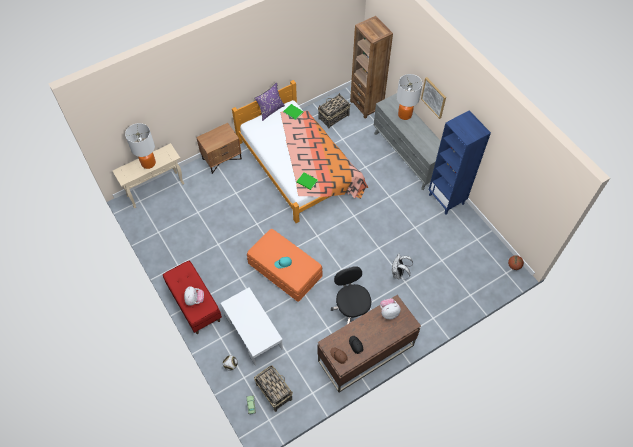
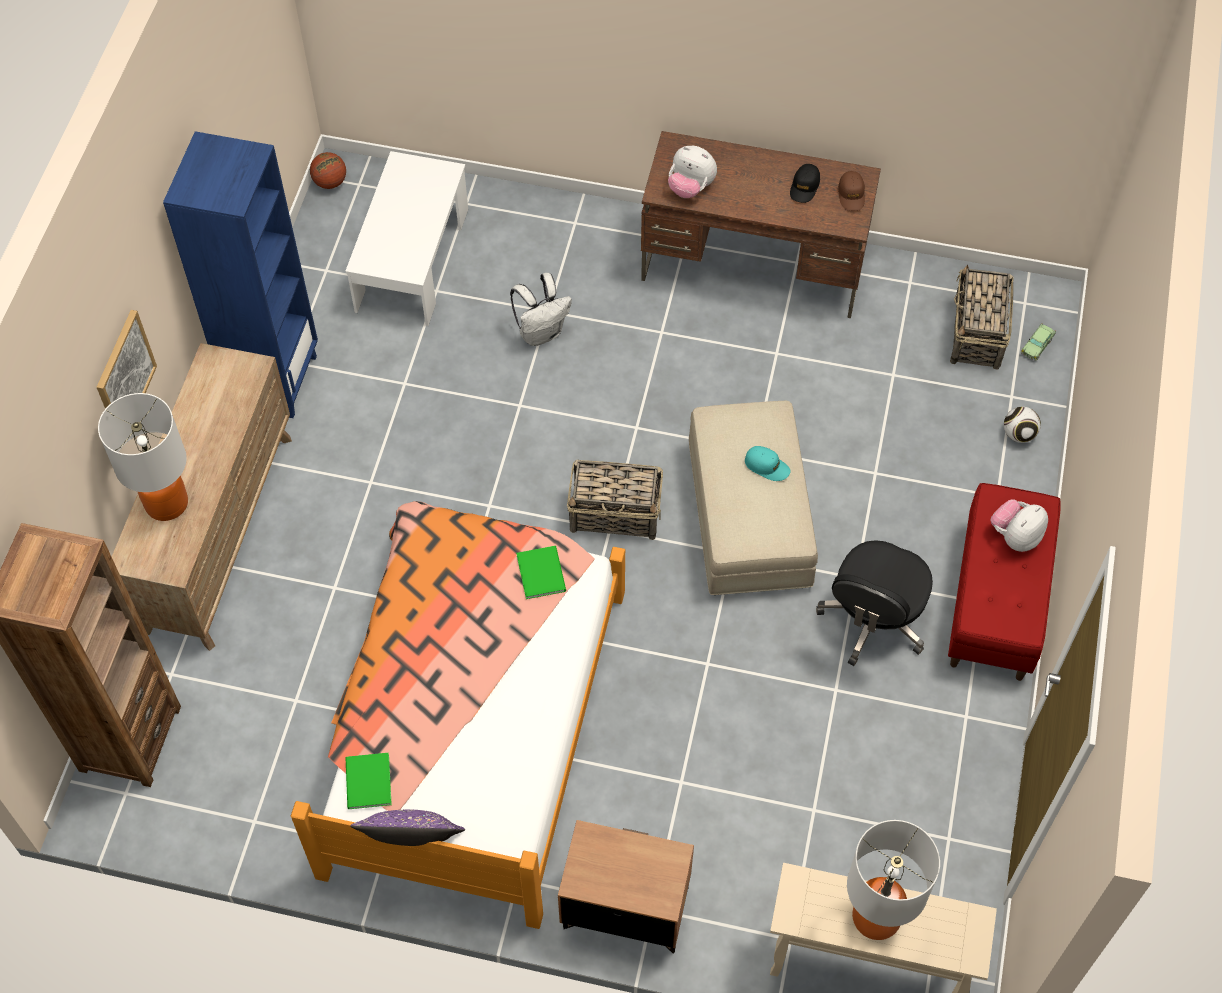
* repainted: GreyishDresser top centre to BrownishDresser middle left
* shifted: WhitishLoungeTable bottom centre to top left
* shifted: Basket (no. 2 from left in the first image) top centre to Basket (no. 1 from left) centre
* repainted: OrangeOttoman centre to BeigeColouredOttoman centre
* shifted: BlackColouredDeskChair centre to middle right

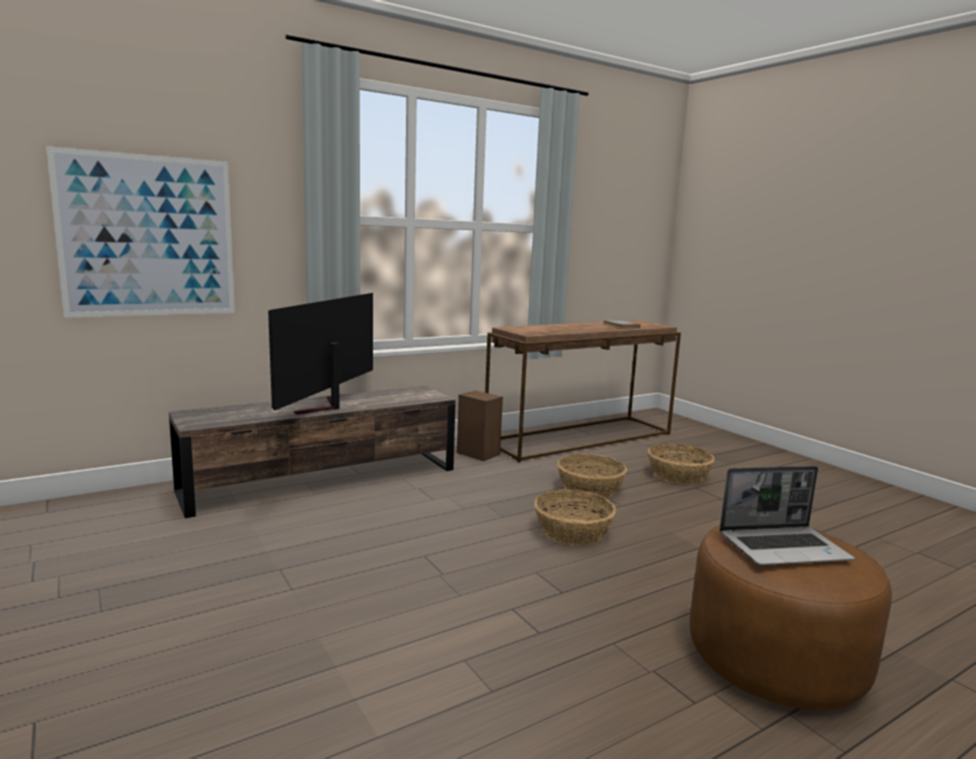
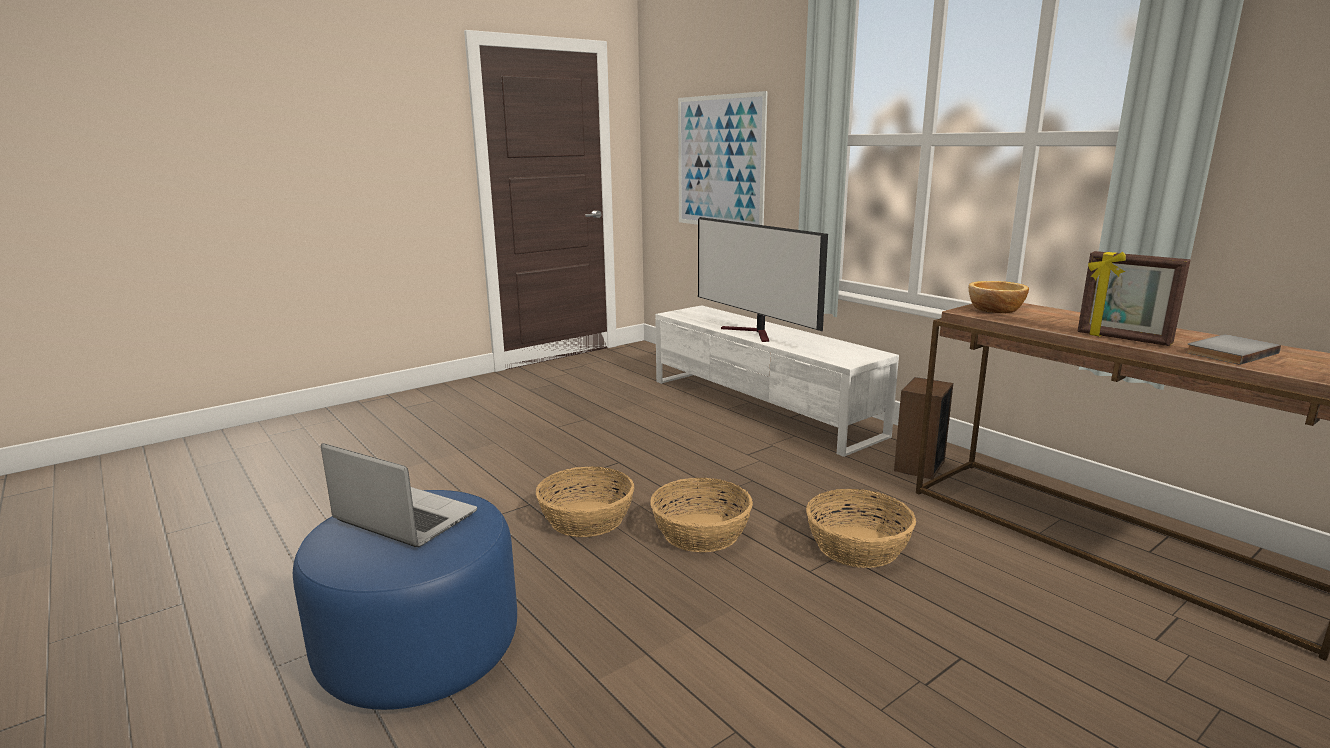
* repainted: BrownishOttoman bottom right to BlueOttoman bottom left
* rotated: NotebookComputer bottom right = middle left 135 degrees clockwise
* shifted: Basket (no. 3 from left in the first image) middle right to Basket (no. 1 from left) bottom centre
* repainted: BrownishTvUnit middle left to WhitishTvUnit centre
* rotated: Television middle left = centre 135 degrees counterclockwise
* new: Bowl middle right
* new: PhotoFrame middle right

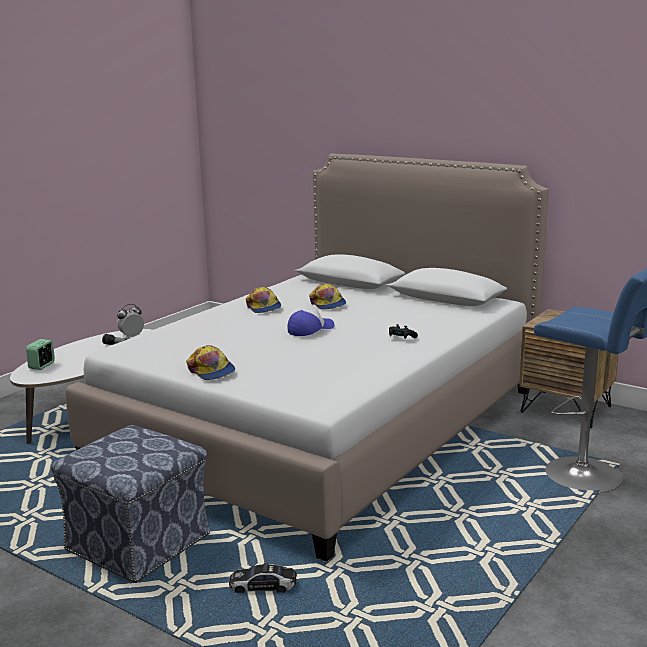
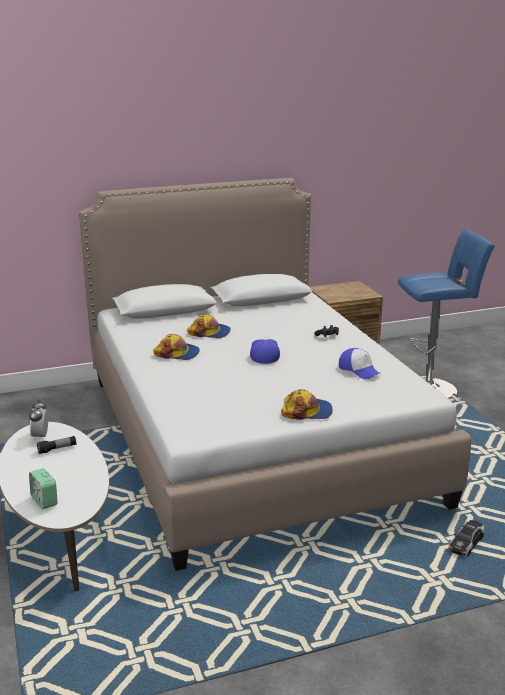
* new: BaseballCap (no. 5 from left) middle right
* gone: Ottoman bottom left

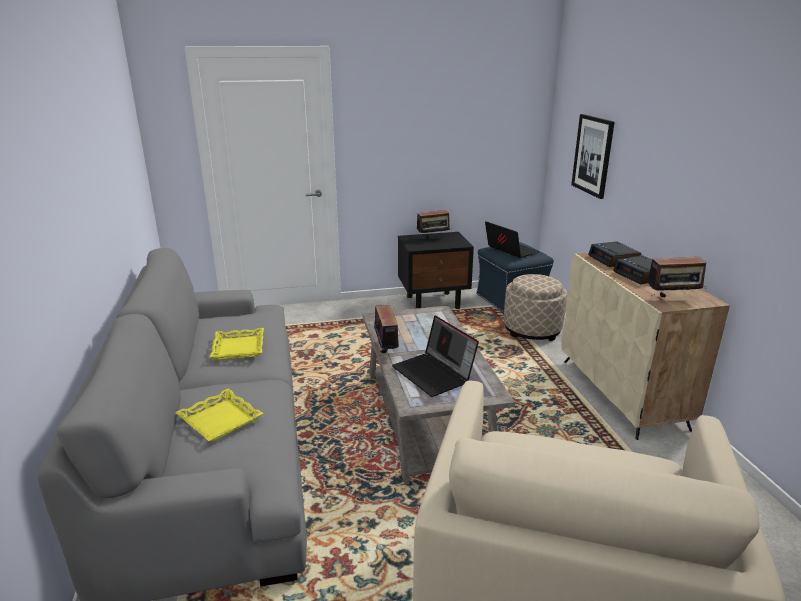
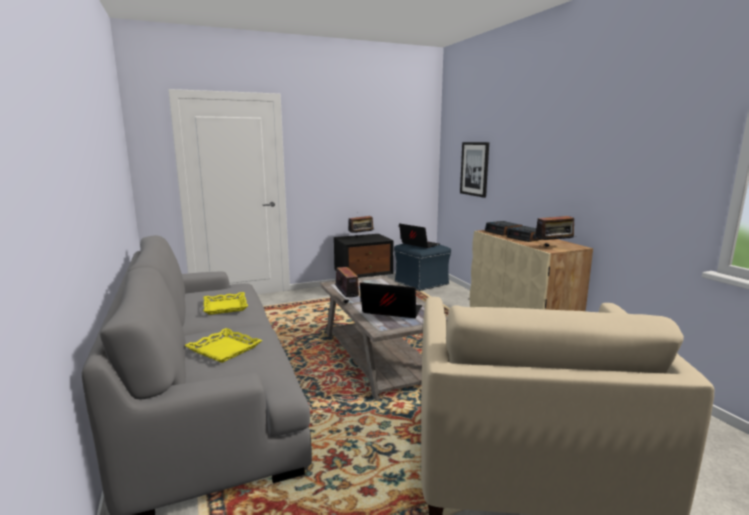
* rotated: NotebookComputer (no. 1 from left) centre = centre 150 degrees clockwise
* gone: BeigeColouredOttoman middle right

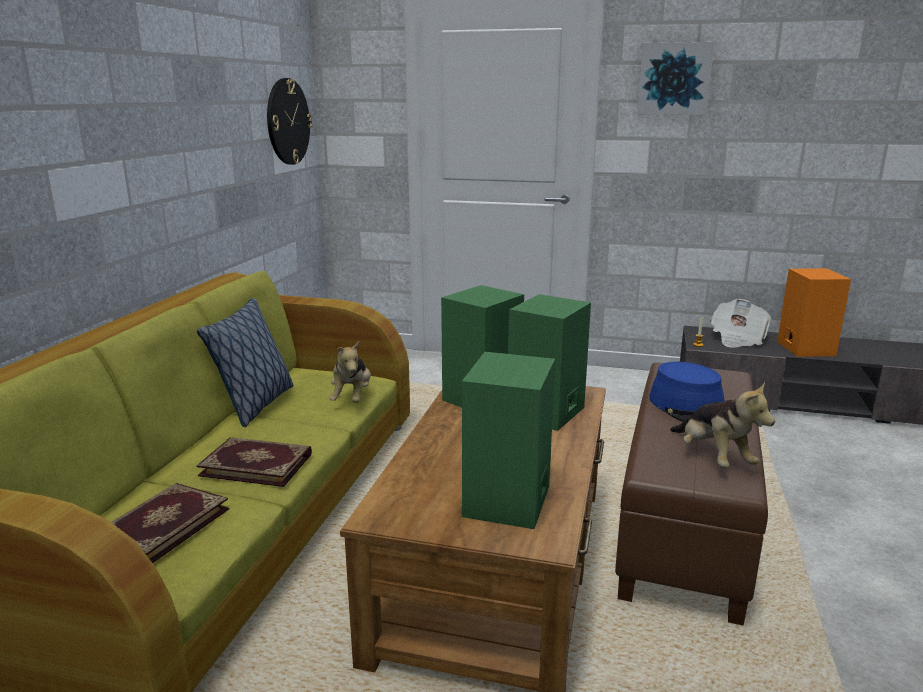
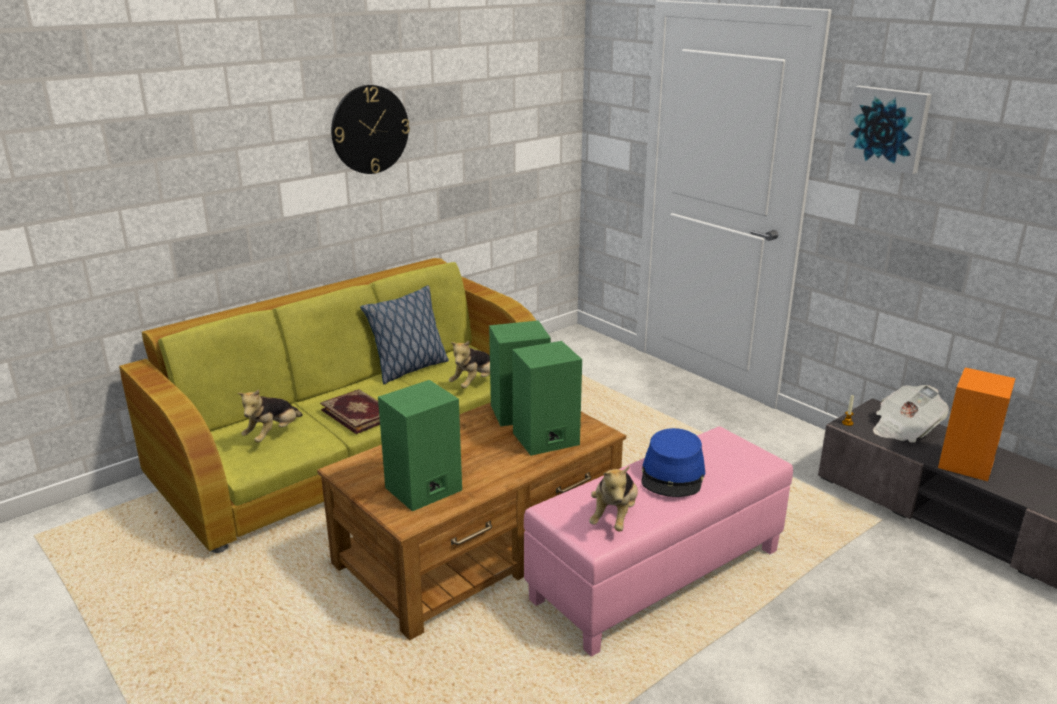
* swapped: BoundBook (no. 1 from left) bottom left to PlushToy (no. 1 from left) middle left
* shifted: HangingClock top left to top centre
* repainted: BrownishOttoman bottom right to PinkColouredOttoman bottom centre

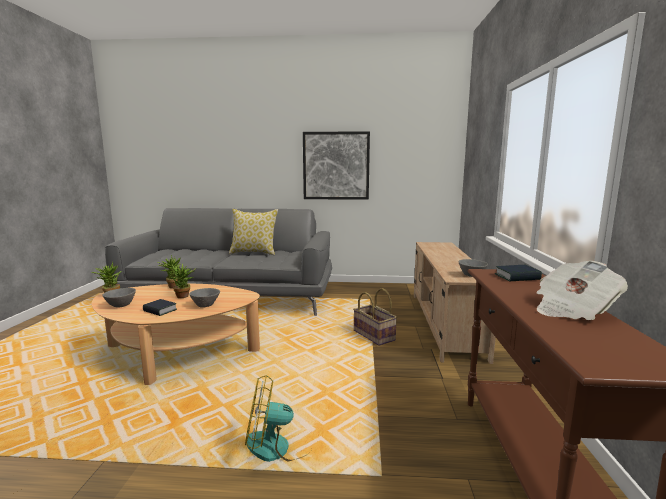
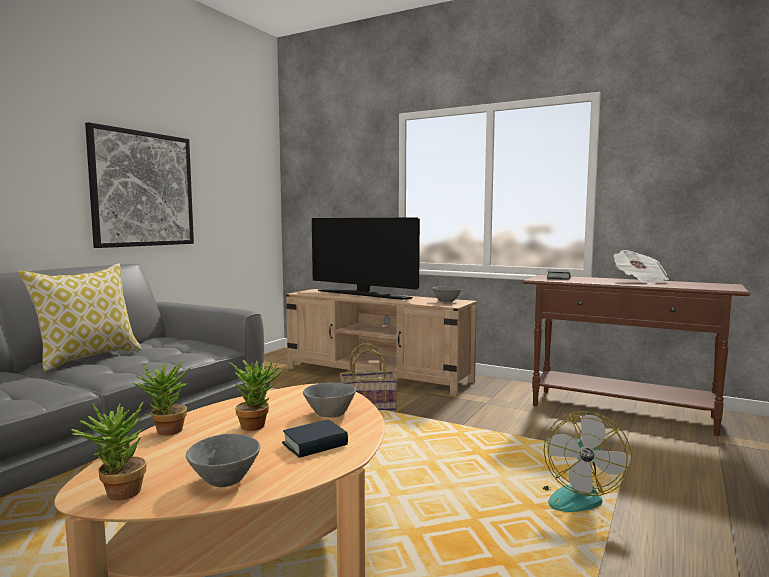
* new: Television centre

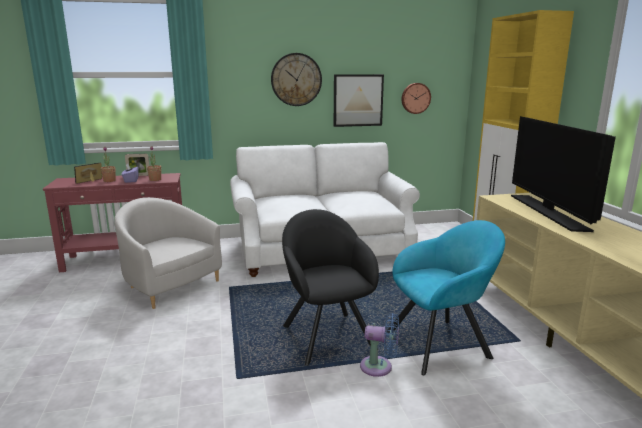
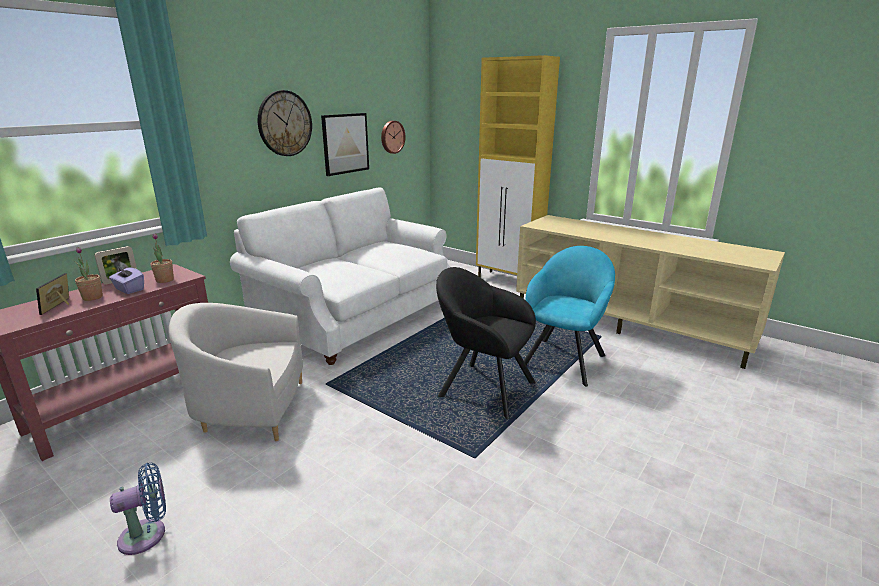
* shifted: BlueElectricFan bottom centre to bottom left
* gone: Television middle right

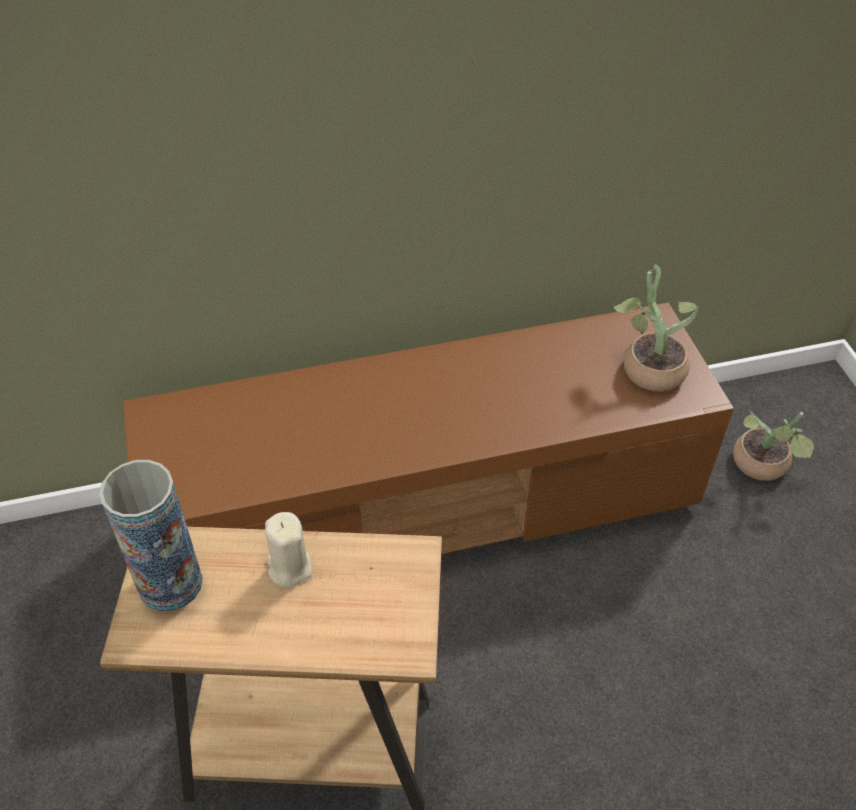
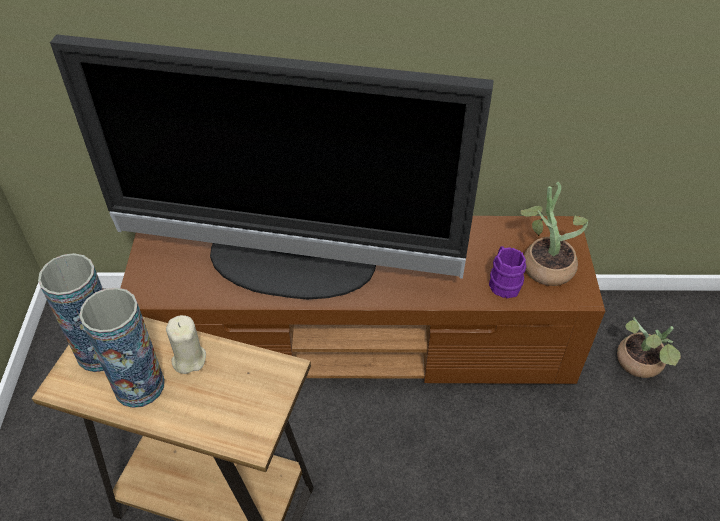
* new: Television top centre
* new: FlowerVase (no. 2 from left) bottom left
* new: PurplishTeaMug middle right

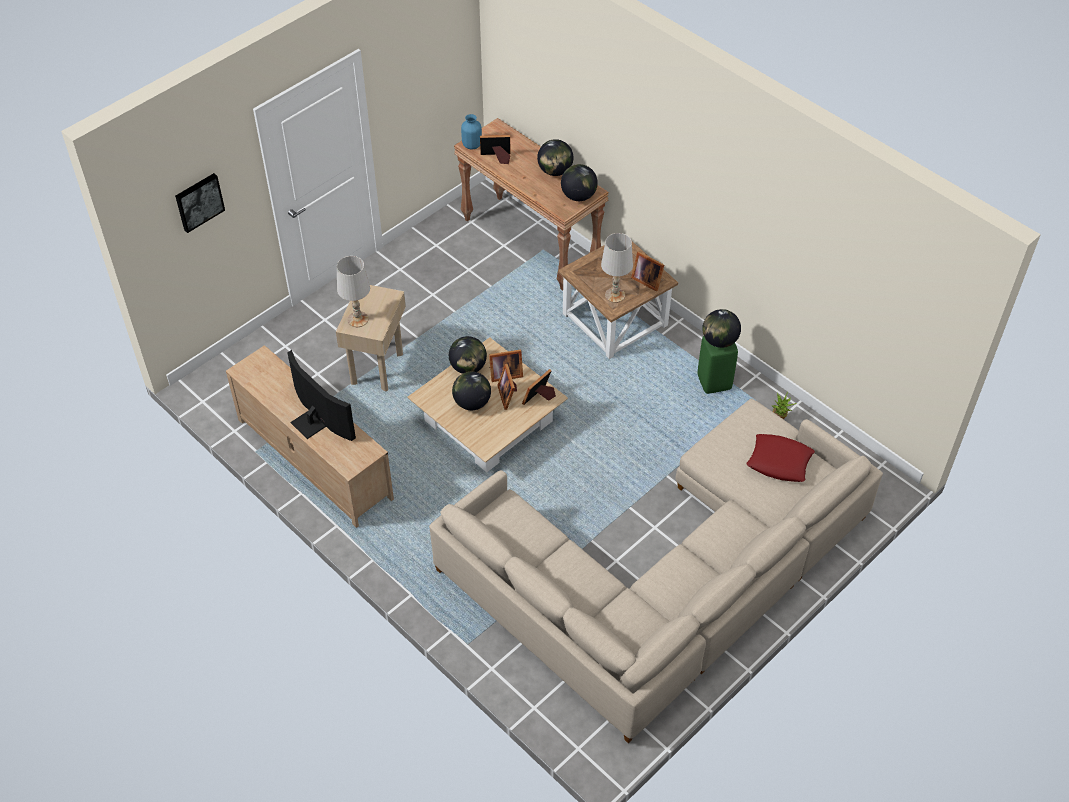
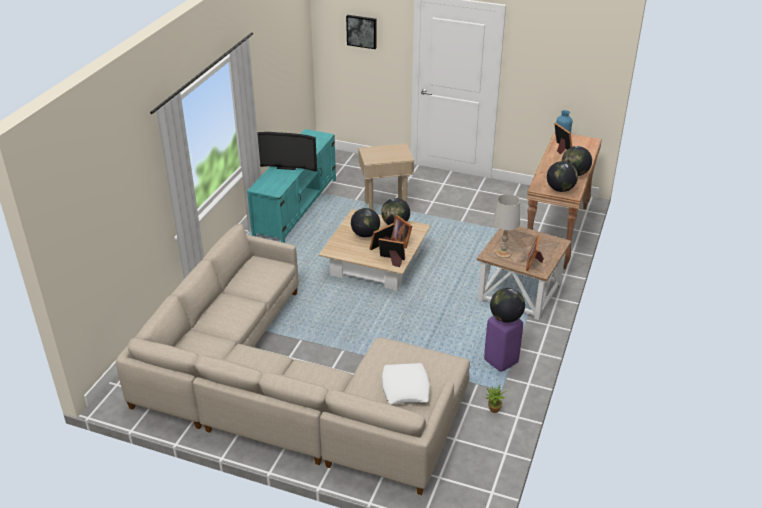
* repainted: BeigeColouredTvUnit middle left to BlueGreenTvUnit centre
* rotated: Television middle left = top centre 75 degrees clockwise
* repainted: RedColouredCushion middle right to WhitishCushion bottom centre
* repainted: GreenColouredStoolSeat middle right to PurplishStoolSeat bottom centre
* gone: WhitishTableLamp (no. 1 from left) middle left

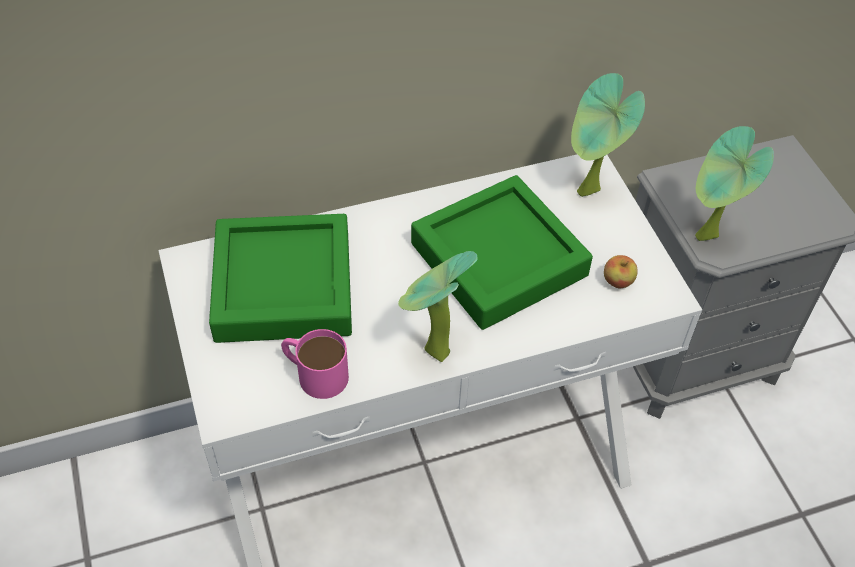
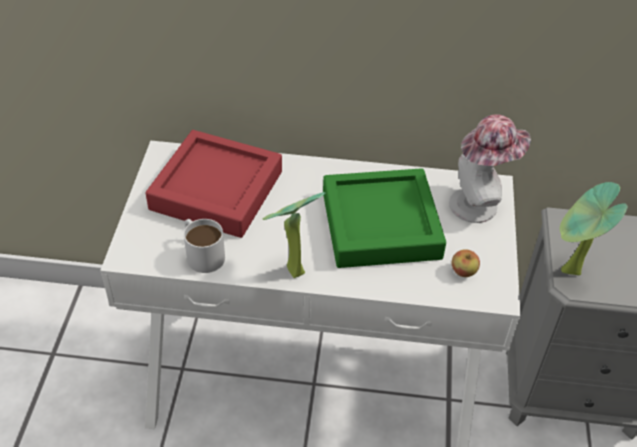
* repainted: GreenColouredTray (no. 1 from left) middle left to RedColouredTray centre
* repainted: PinkColouredTeaMug centre to WhitishTeaMug middle left
* swapped: PlantInAPot (no. 2 from left) top right to WearableHat middle right

